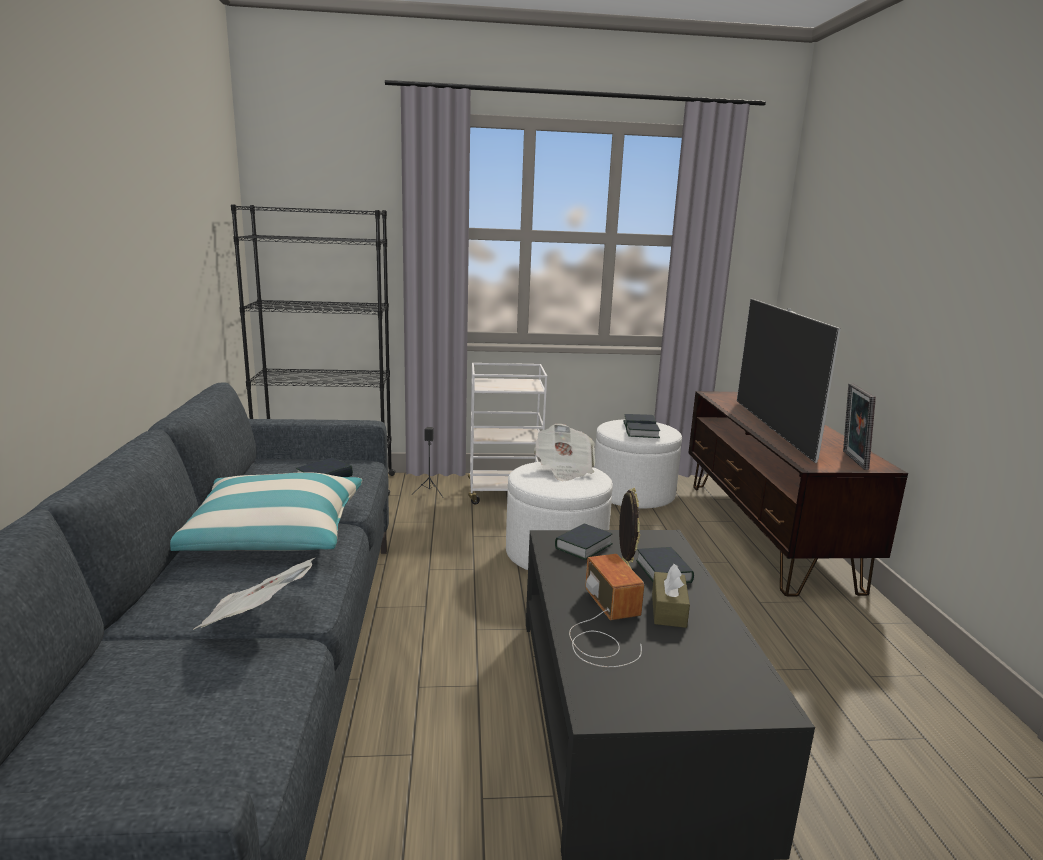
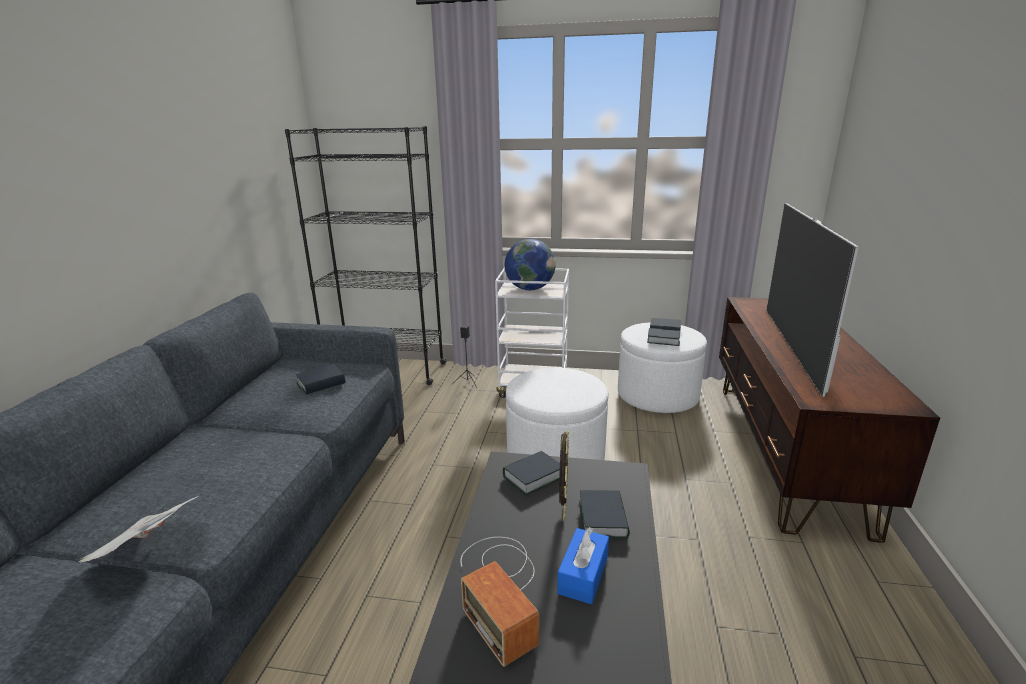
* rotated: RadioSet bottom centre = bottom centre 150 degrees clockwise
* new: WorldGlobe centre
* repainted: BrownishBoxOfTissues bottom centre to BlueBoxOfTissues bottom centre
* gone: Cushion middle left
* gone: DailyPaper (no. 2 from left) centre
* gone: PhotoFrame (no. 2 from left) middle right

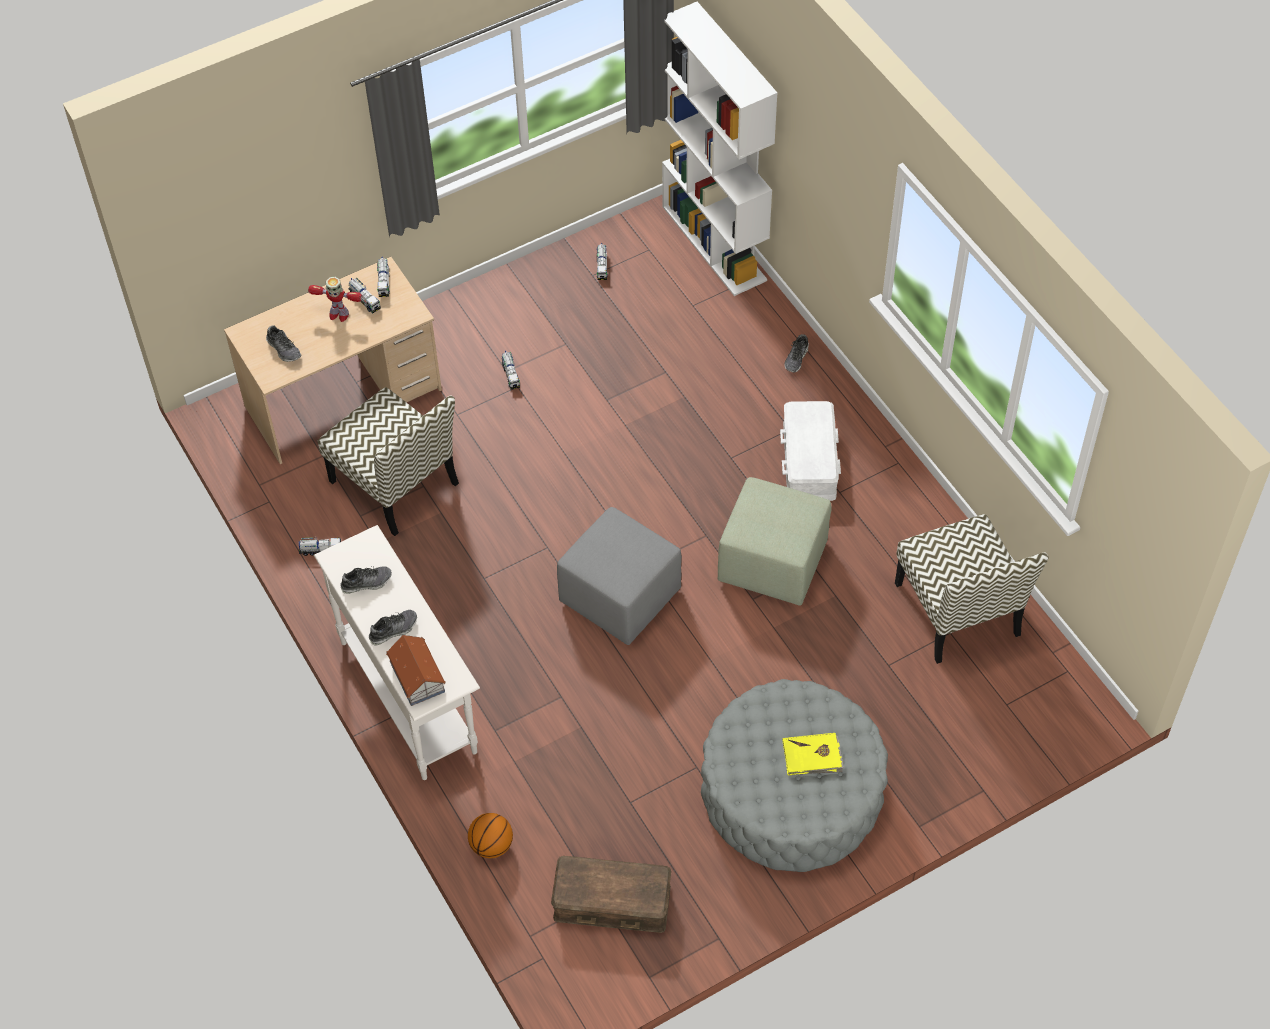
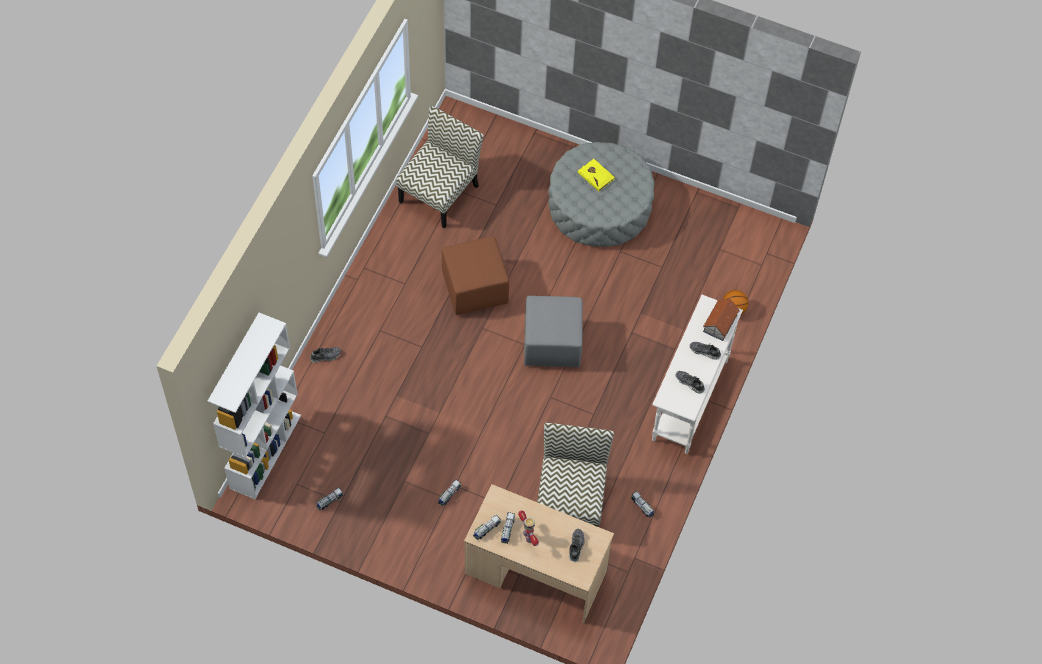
* repainted: GreenColouredOttoman centre to BrownishOttoman centre
* gone: BrownishStorageBox bottom centre
* gone: WhitishStorageBox centre

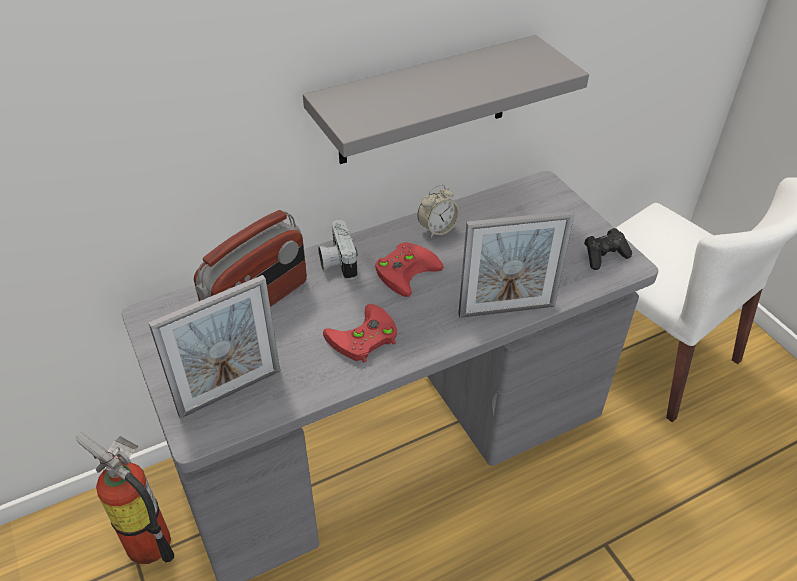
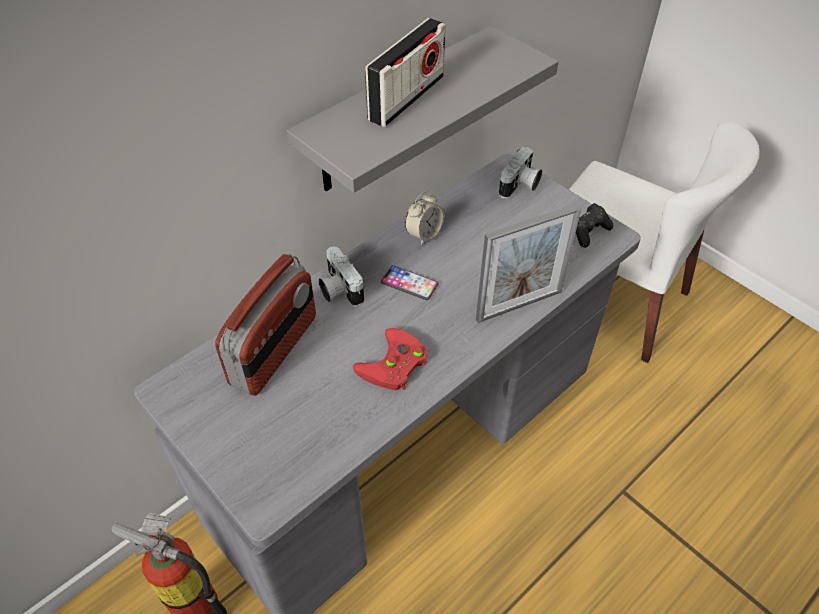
* new: RadioSet (no. 2 from left) top centre
* swapped: RedColouredJoypad (no. 2 from left) centre to Handset centre
* new: PhotoCamera (no. 2 from left) top centre
* gone: PhotoFrame (no. 1 from left) middle left

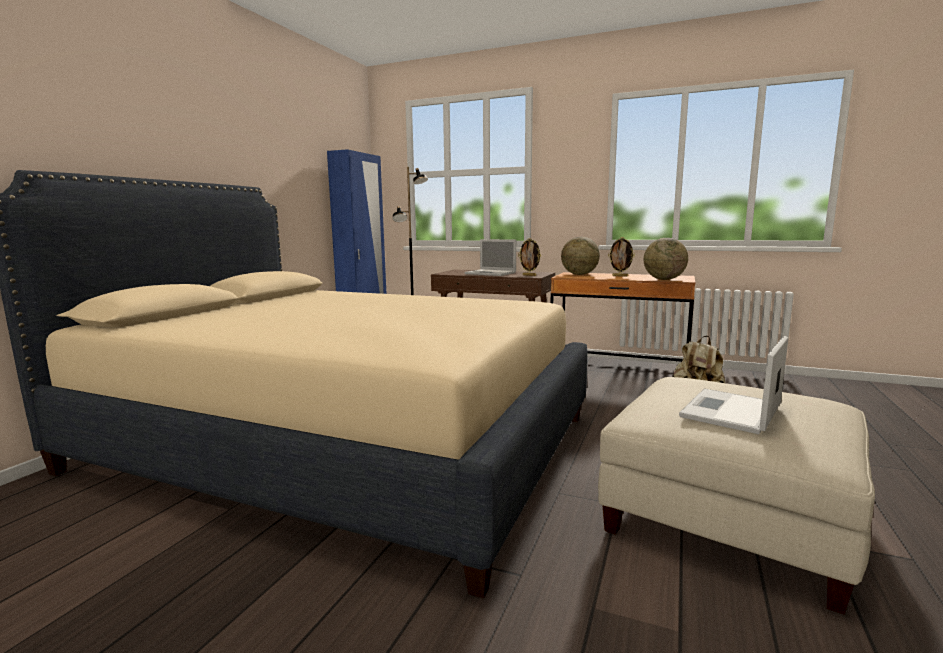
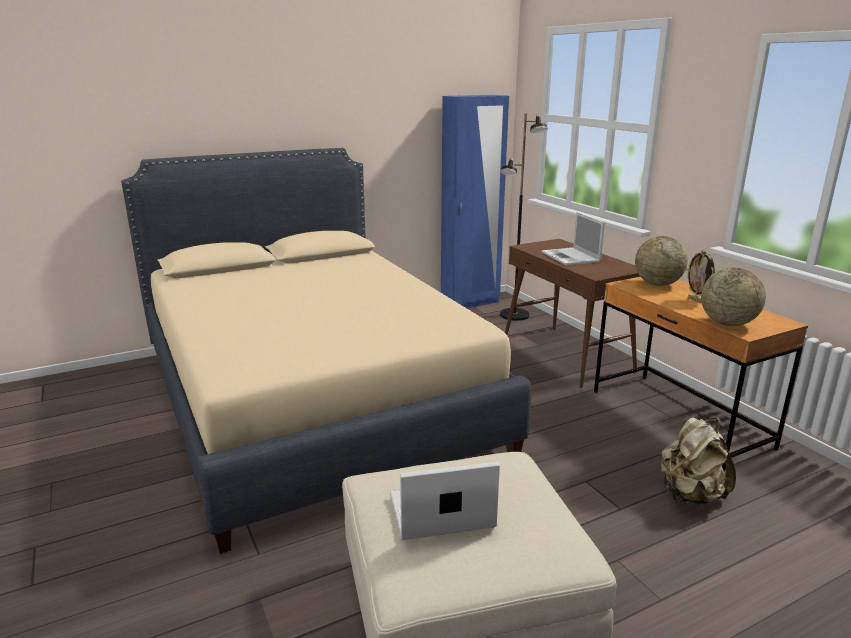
* gone: PhotoFrame (no. 1 from left) centre

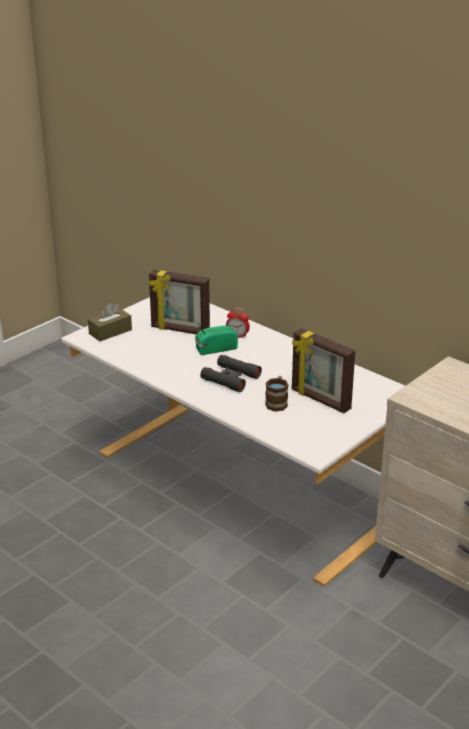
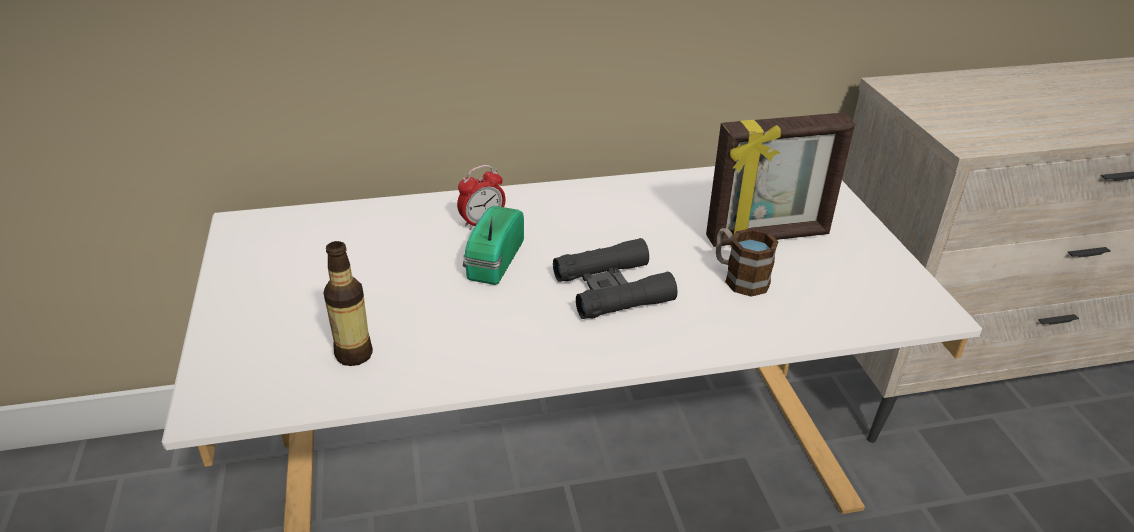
* new: Bottle middle left
* gone: BrownishBoxOfTissues middle left
* gone: PhotoFrame (no. 1 from left) centre

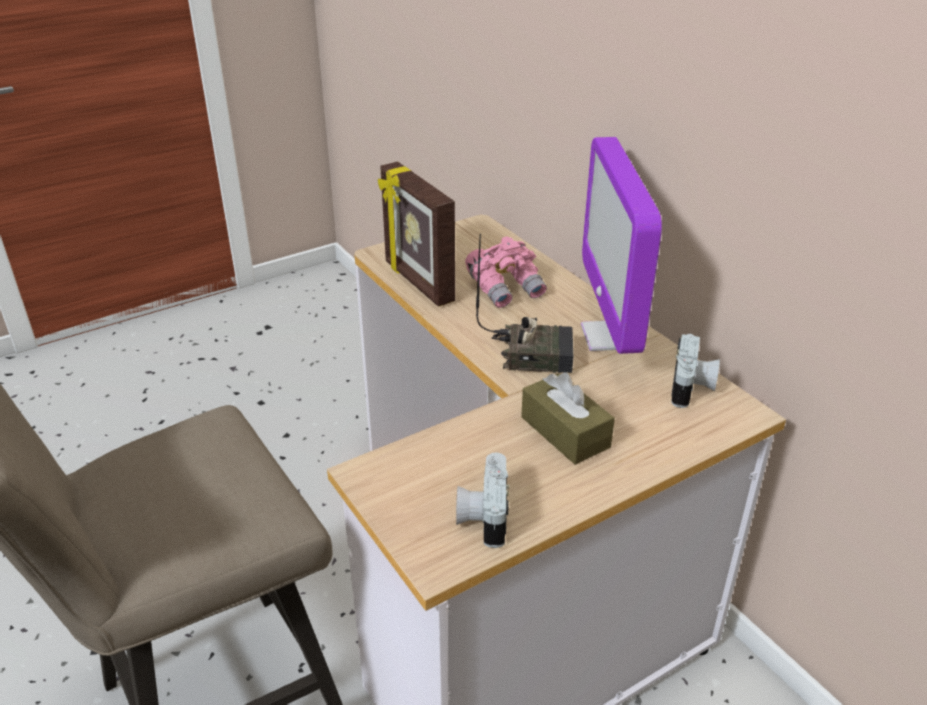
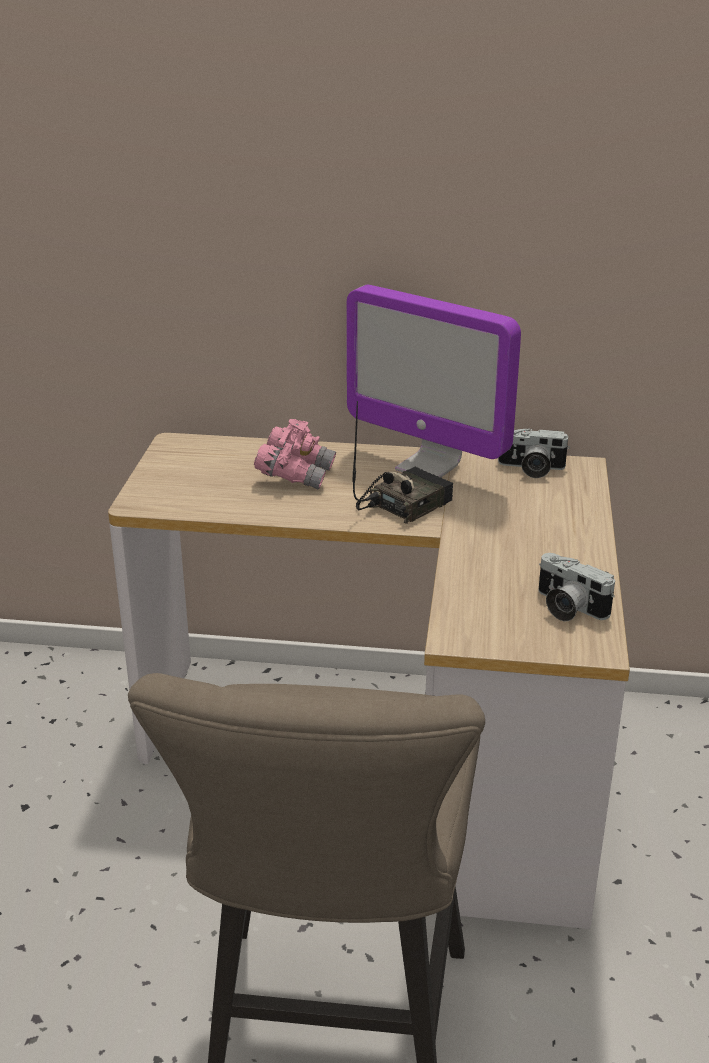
* rotated: PhotoCamera (no. 2 from left in the first image) middle right = middle right 135 degrees clockwise
* gone: PhotoFrame top centre
* gone: BrownishBoxOfTissues centre

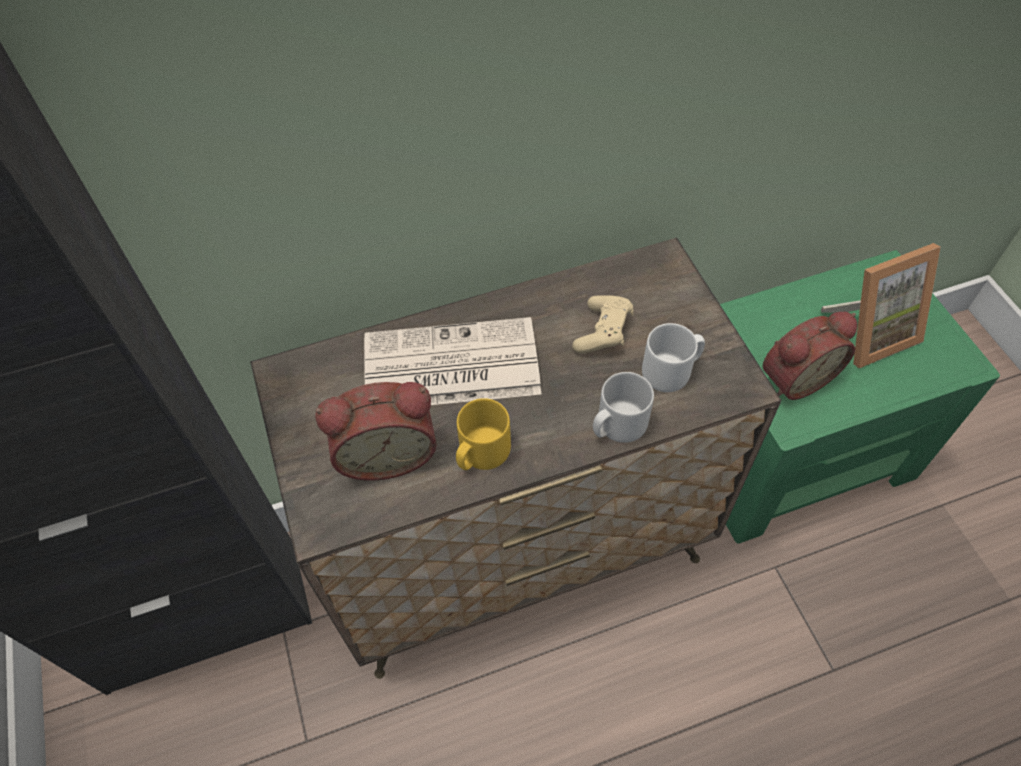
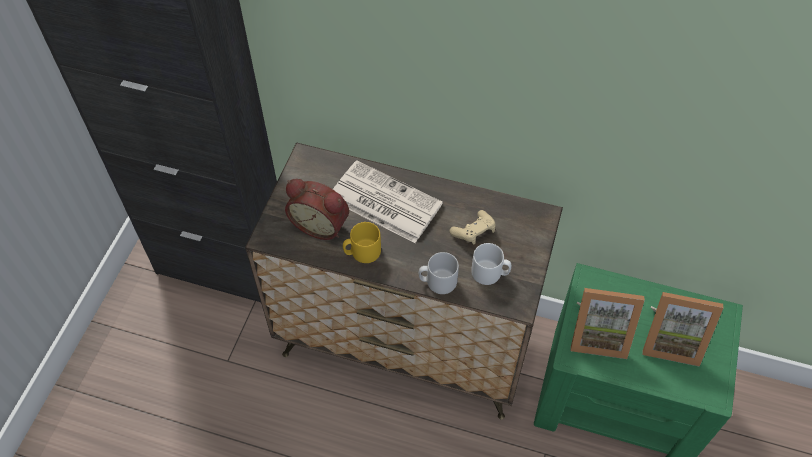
* swapped: BedsideClock (no. 2 from left) middle right to PhotoFrame (no. 1 from left) bottom right

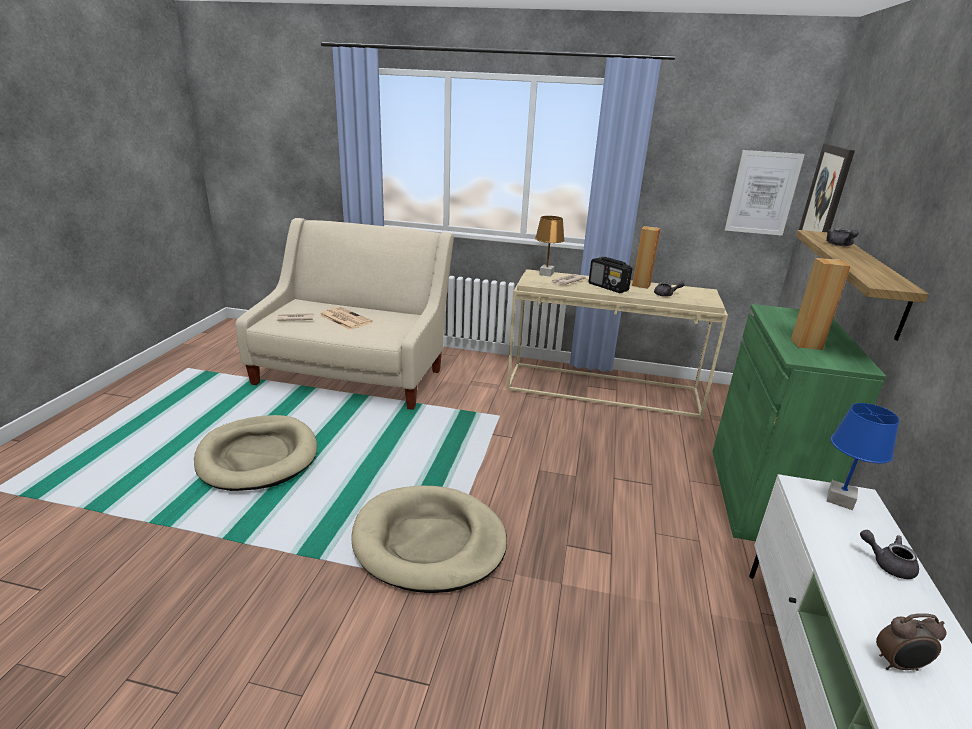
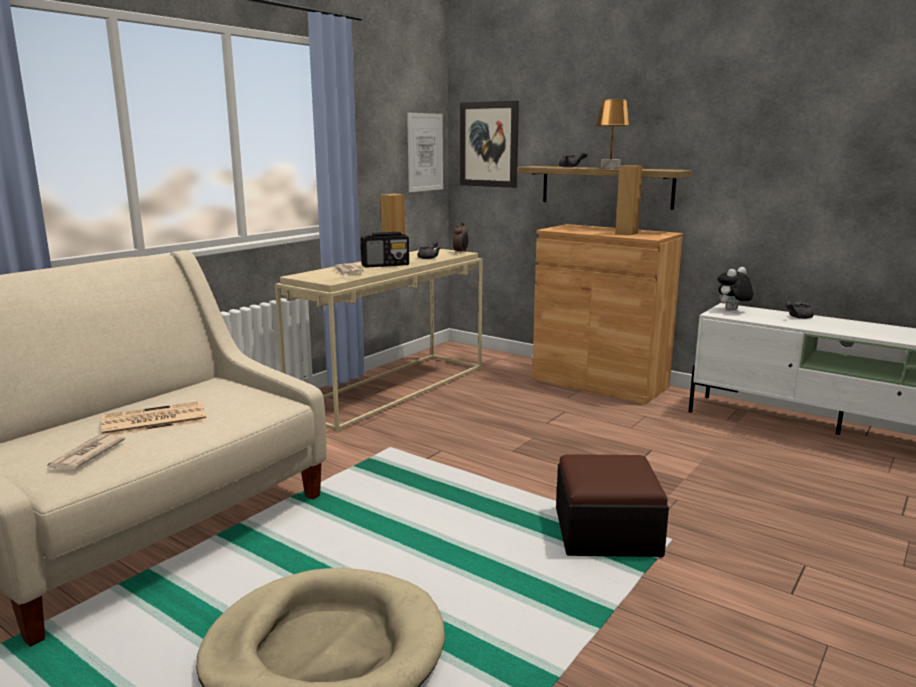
* shifted: BedsideClock bottom right to centre
* repainted: GreenColouredCupboard middle right to BrownishCupboard centre
* swapped: BeigeColouredPetBed (no. 2 from left) bottom centre to Ottoman bottom right
* shifted: BrownishTableLamp centre to top right
* swapped: BlueTableLamp middle right to PlushToy middle right

